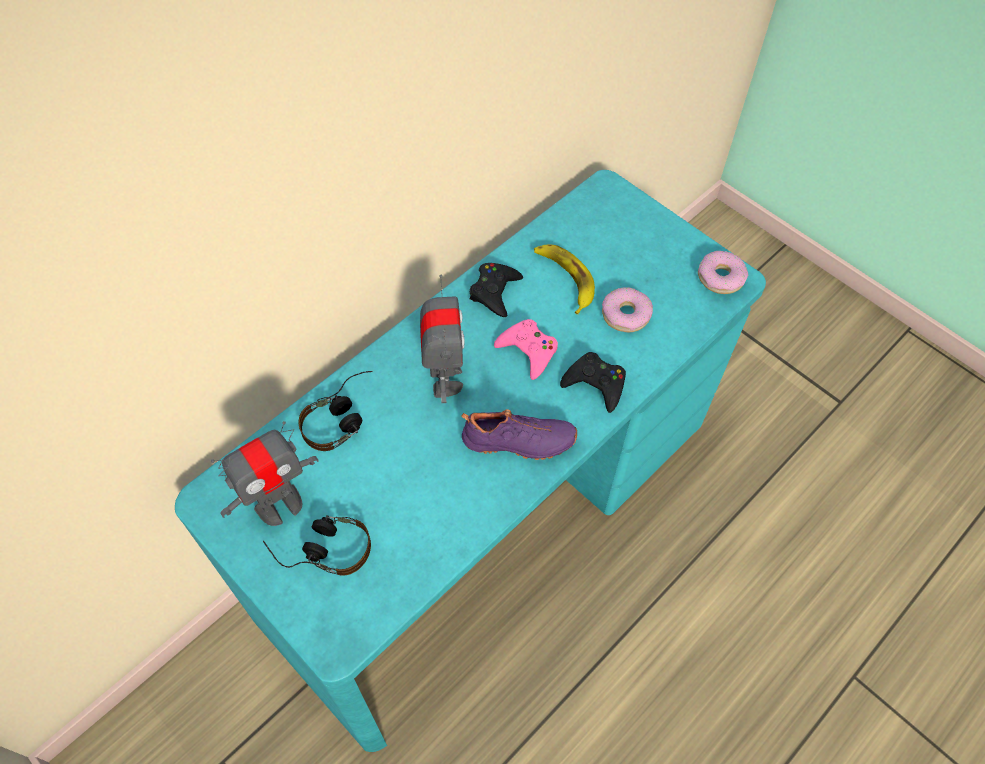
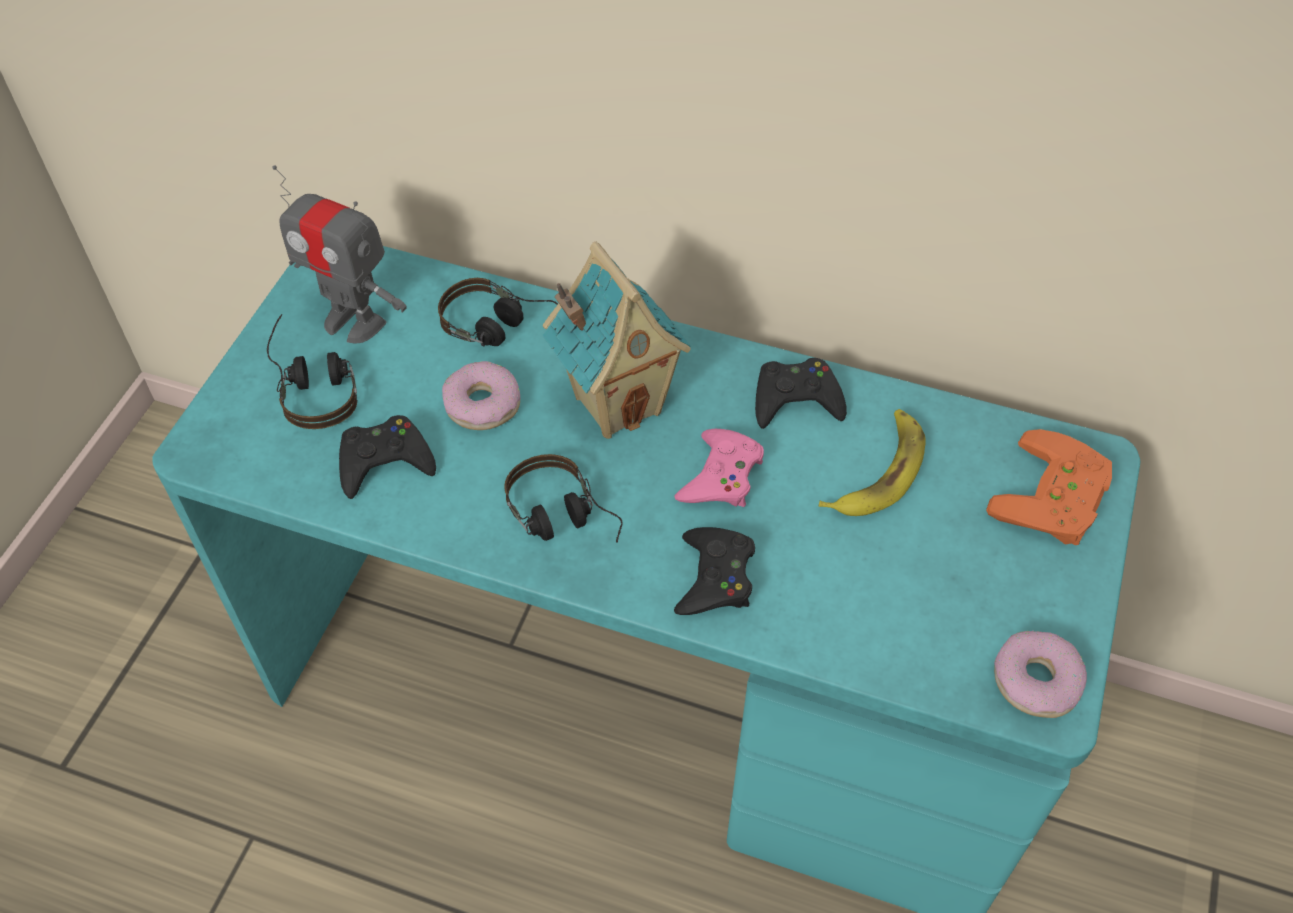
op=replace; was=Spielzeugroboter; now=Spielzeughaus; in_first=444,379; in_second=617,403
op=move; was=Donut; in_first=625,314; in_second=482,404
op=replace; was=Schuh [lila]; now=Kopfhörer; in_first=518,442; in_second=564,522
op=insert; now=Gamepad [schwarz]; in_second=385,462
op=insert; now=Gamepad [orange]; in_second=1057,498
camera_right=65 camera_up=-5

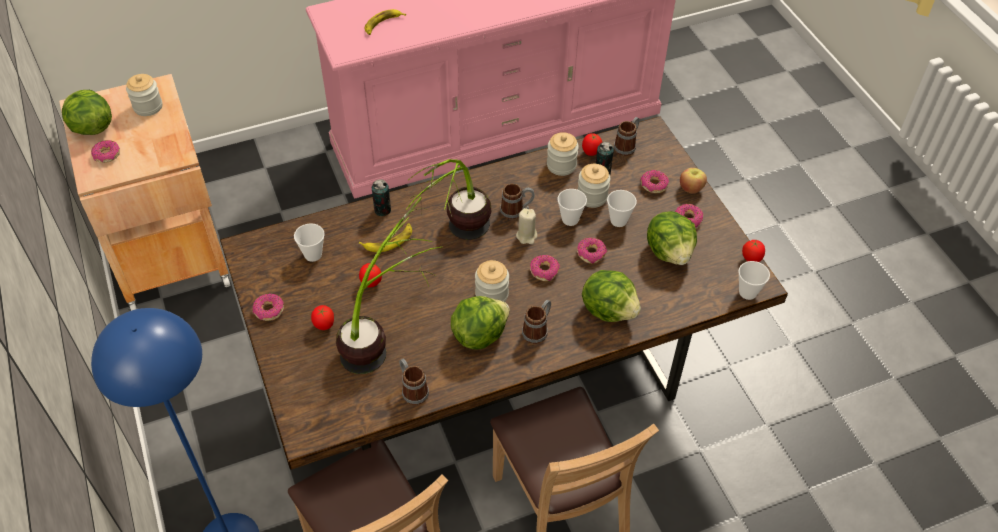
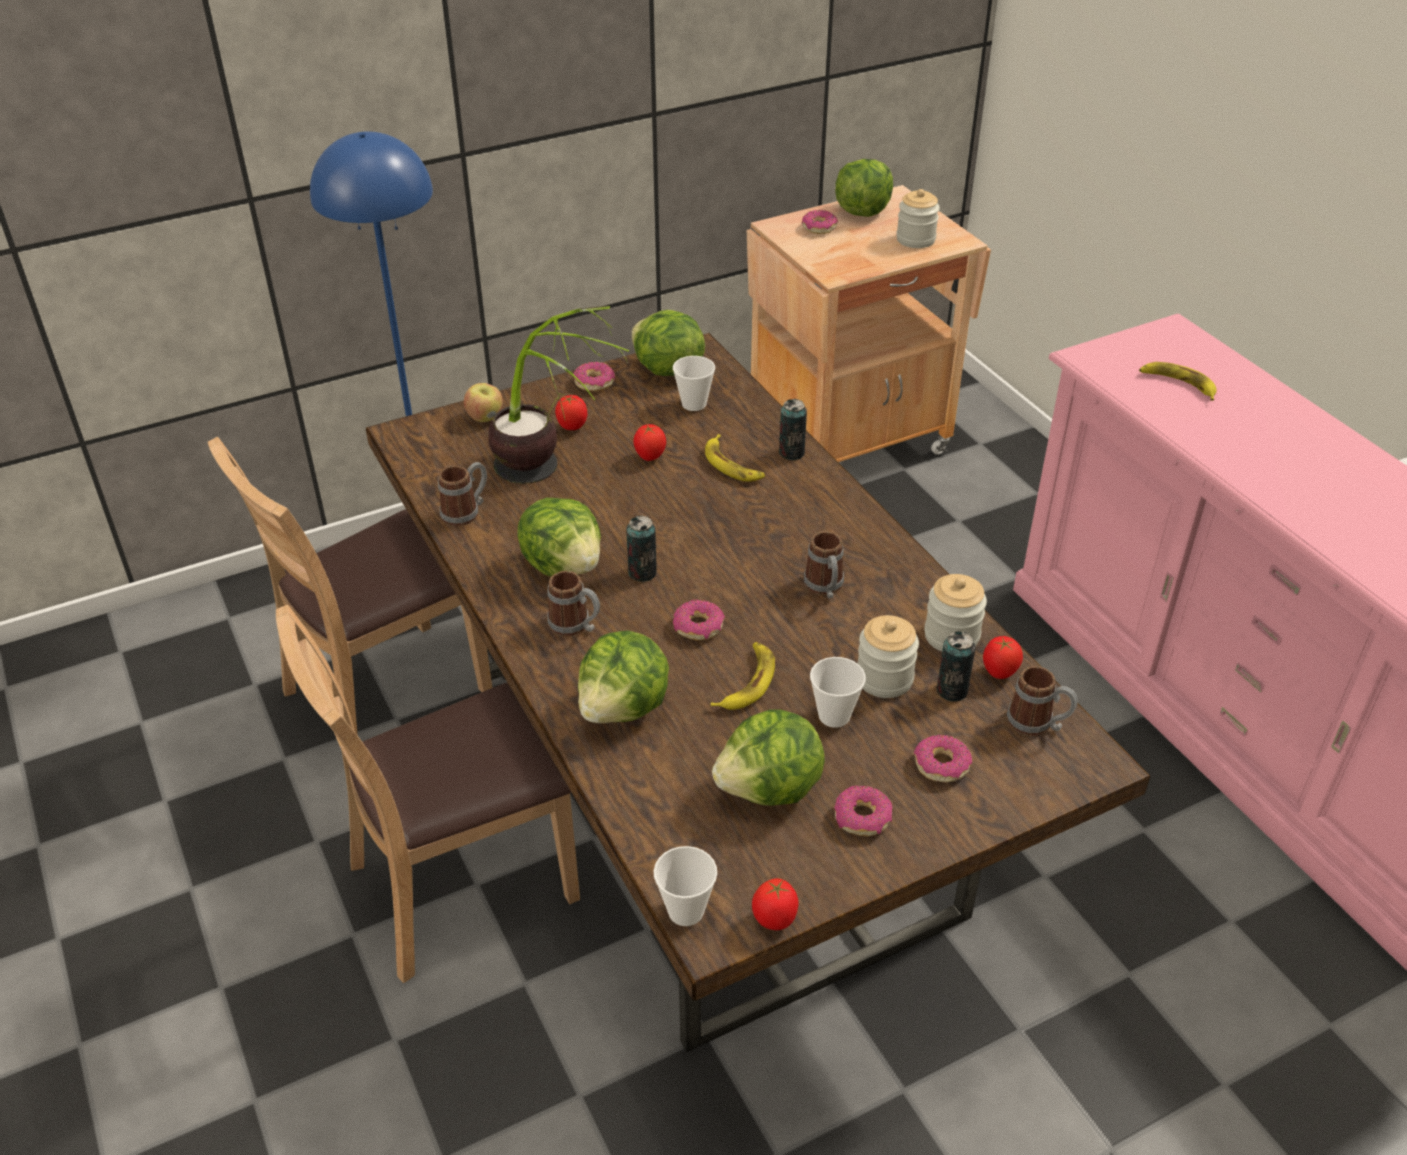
op=delete; was=Topfpflanze; in_first=456,241
op=move; was=Apfel; in_first=691,188; in_second=485,417
op=delete; was=Tasse; in_first=570,219
op=delete; was=Kerze [beige]; in_first=526,236
op=replace; was=Donut; now=Banane; in_first=591,253; in_second=747,682
op=replace; was=Vorratsglas; now=Dose; in_first=491,294; in_second=642,572
op=insert; now=Salatkopf; in_second=667,370
camera_right=85 camera_up=-10

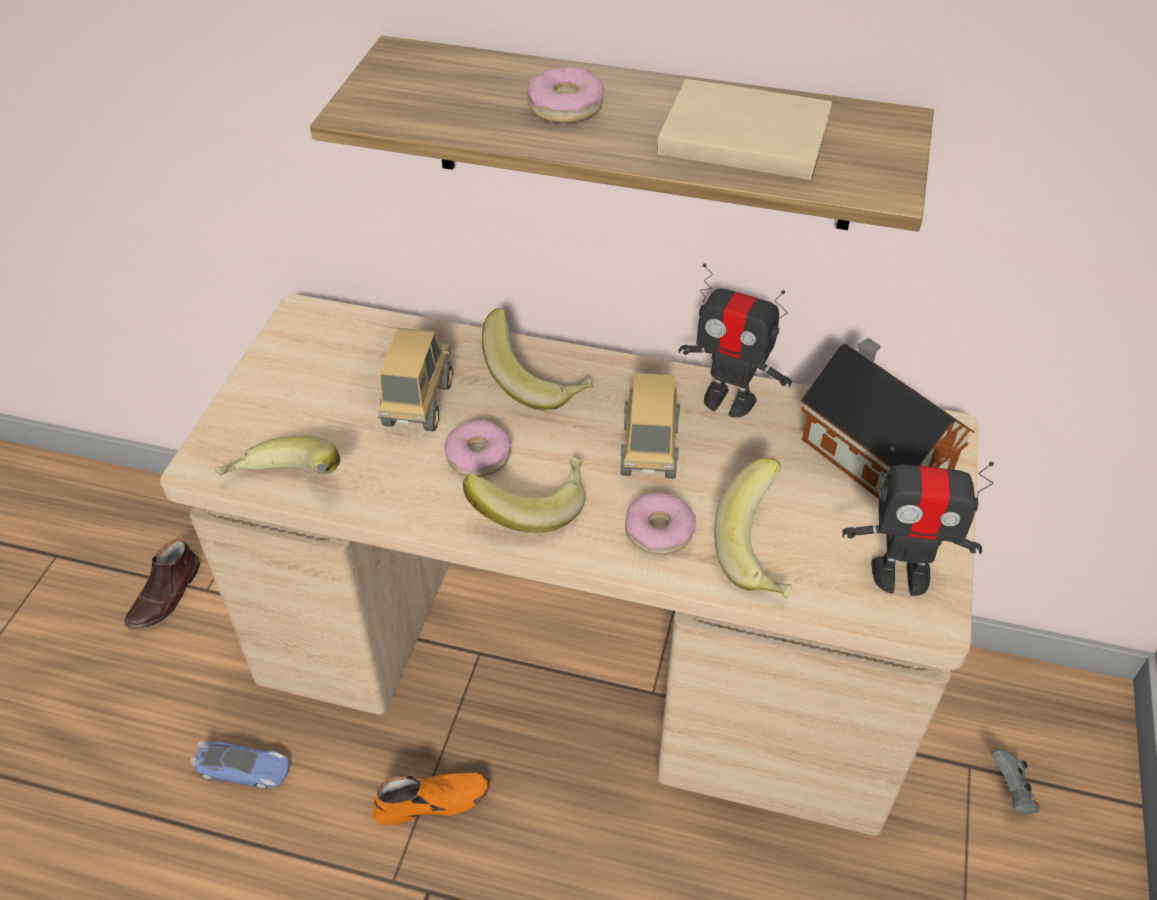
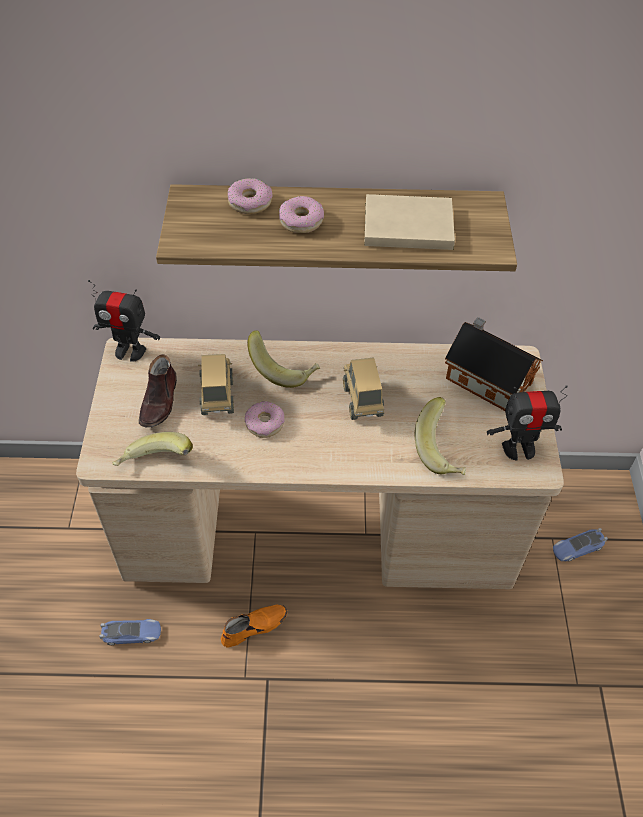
op=move; was=Spielzeugroboter; in_first=729,400; in_second=130,351
op=delete; was=Banane; in_first=530,506
op=move; was=Donut; in_first=659,531; in_second=250,202
op=move; was=Schuh [braun]; in_first=166,595; in_second=160,401
op=replace; was=Gamepad [grau]; now=Spielzeugauto; in_first=1011,792; in_second=577,548
camera_right=-15 camera_up=5

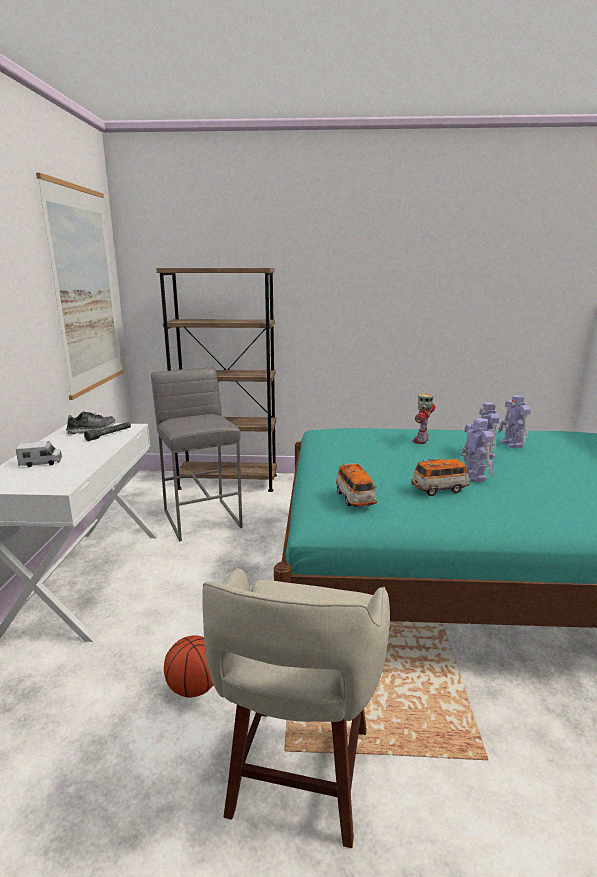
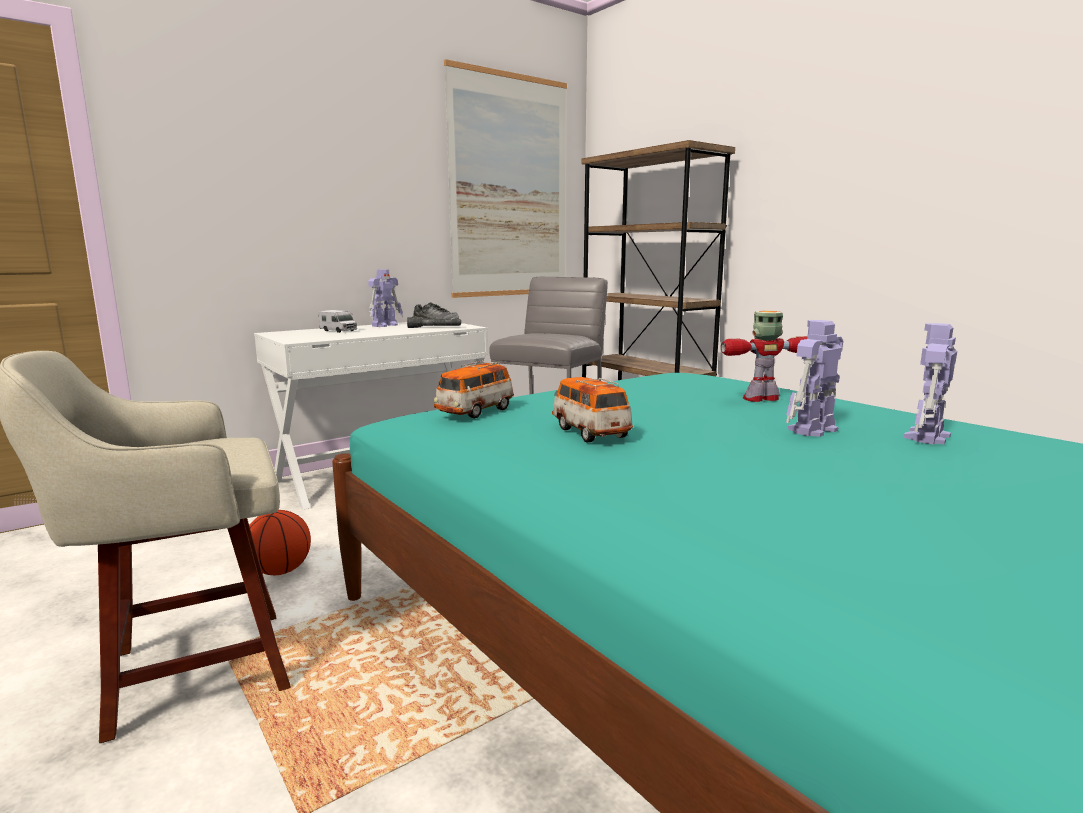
op=move; was=Spielzeugroboter; in_first=473,476; in_second=385,325
op=rotate; was=Spielzeugauto; in_first=439,489; in_second=590,432; clockwise=-150
camera_right=50 camera_up=-5

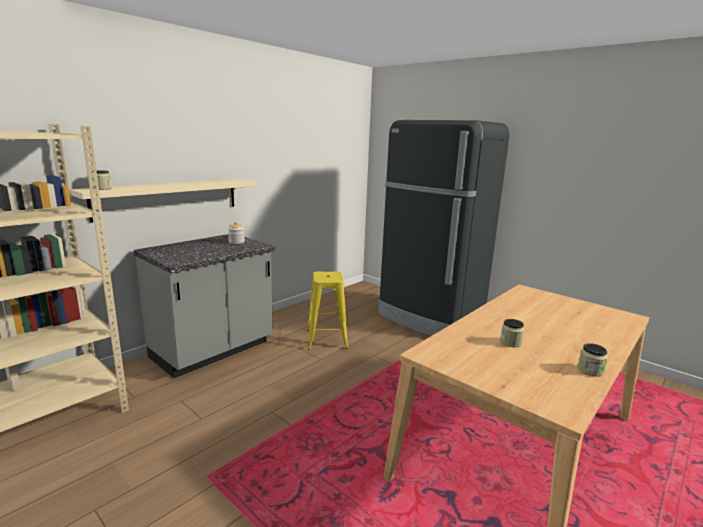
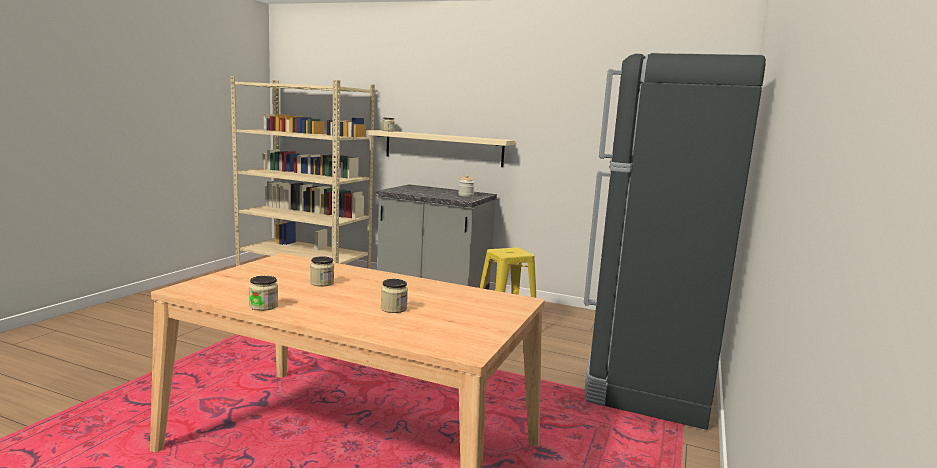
op=insert; now=Vorratsglas; in_second=393,309
camera_right=70 camera_up=-5

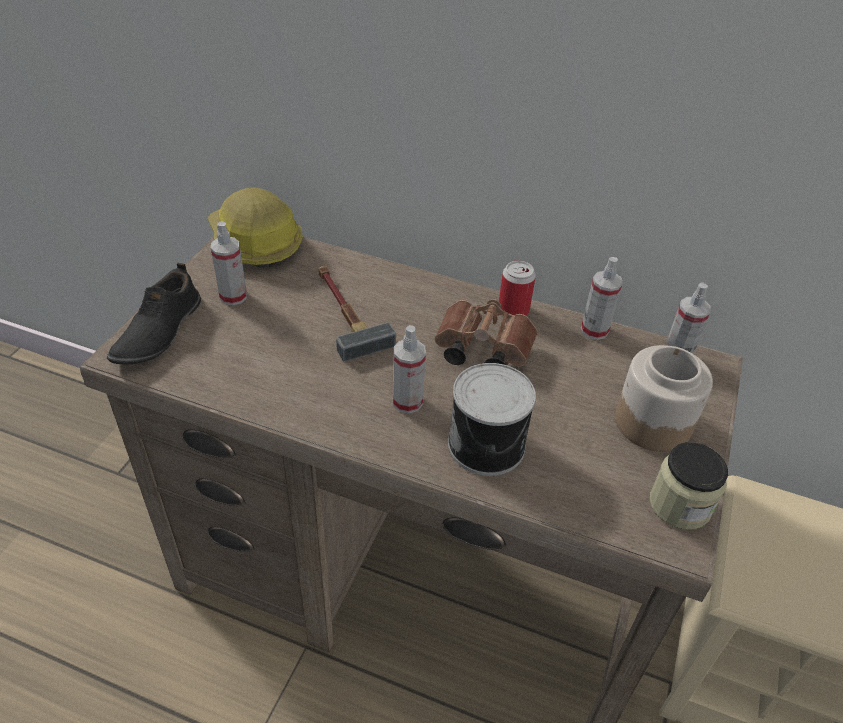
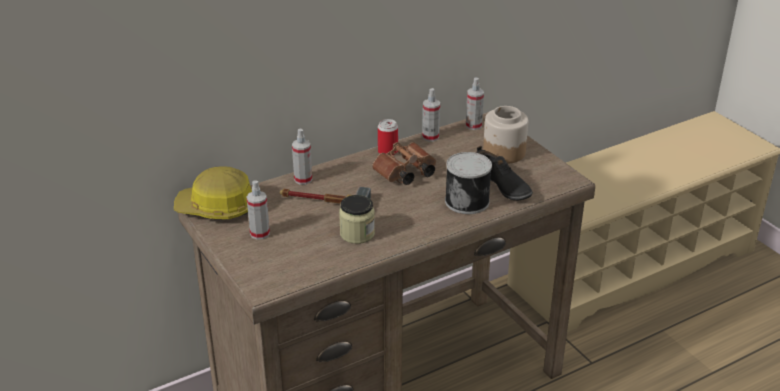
op=move; was=Schuh [schwarz]; in_first=157,331; in_second=501,186
op=move; was=Sprühflasche; in_first=407,402; in_second=303,179
op=move; was=Vorratsglas; in_first=679,505; in_second=357,234
camera_right=-50 camera_up=-10

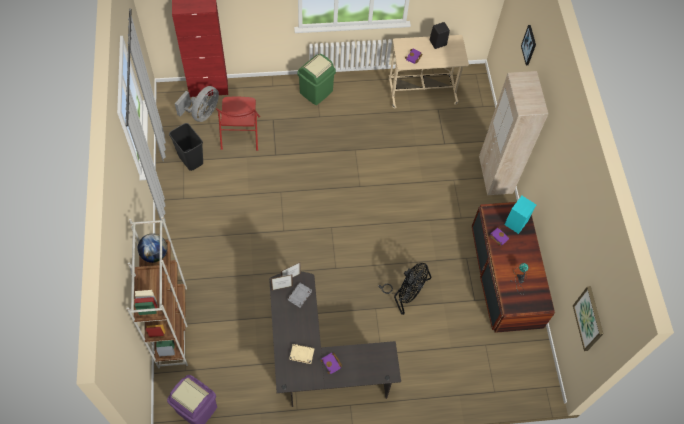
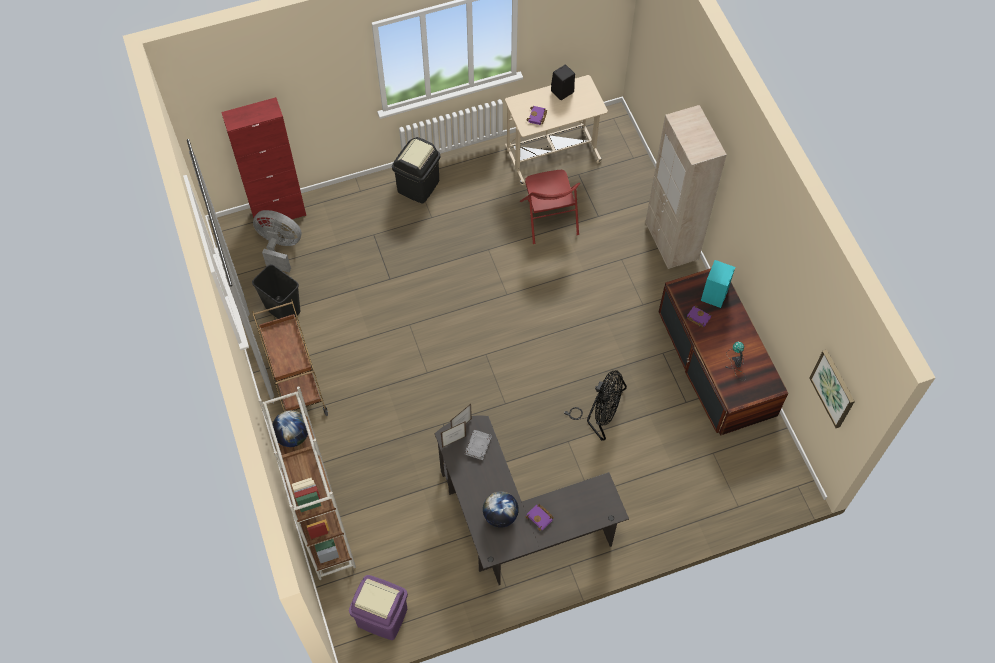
op=delete; was=Bild; in_first=529,45
op=recolor; was=Mülleimer [grün]; now=Mülleimer [schwarz]; in_first=316,92; in_second=418,186
op=rotate; was=Ventilator [grau]; in_first=202,113; in_second=280,247; clockwise=-90
op=move; was=Stuhl [rot]; in_first=240,133; in_second=549,218
op=replace; was=Buch [beige]; now=Globus; in_first=301,354; in_second=500,515
op=insert; now=Rollwagen [braun]; in_second=297,385
camera_right=-10 camera_up=0

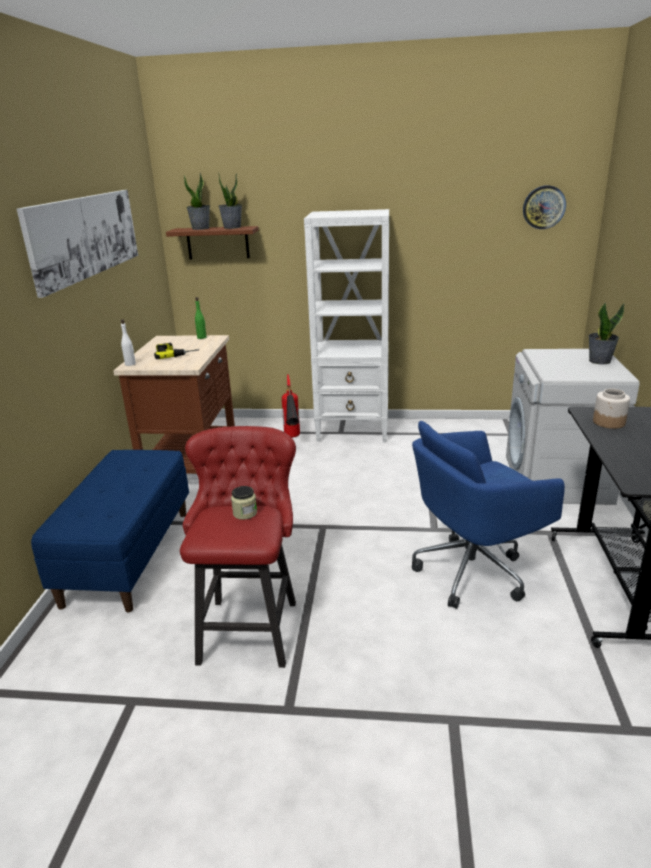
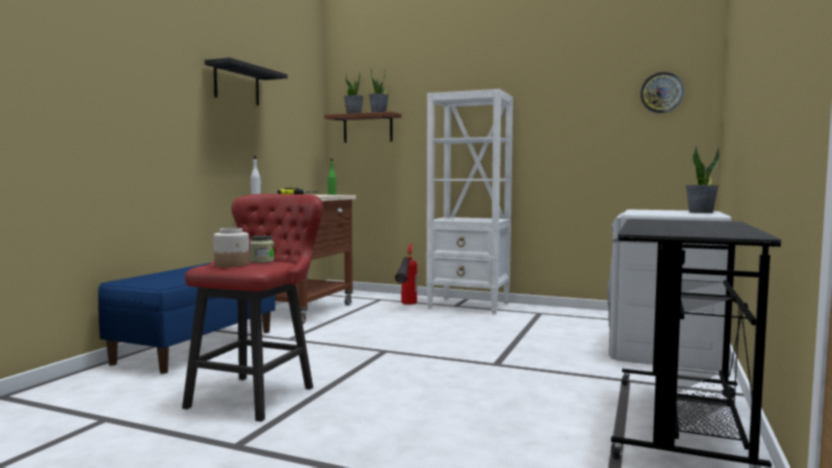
op=replace; was=Bild; now=Wandregal [schwarz]; in_first=86,236; in_second=237,85
op=move; was=Vorratsglas; in_first=609,422; in_second=232,265
op=delete; was=Bürostuhl [blau]; in_first=475,572
camera_right=15 camera_up=-20

